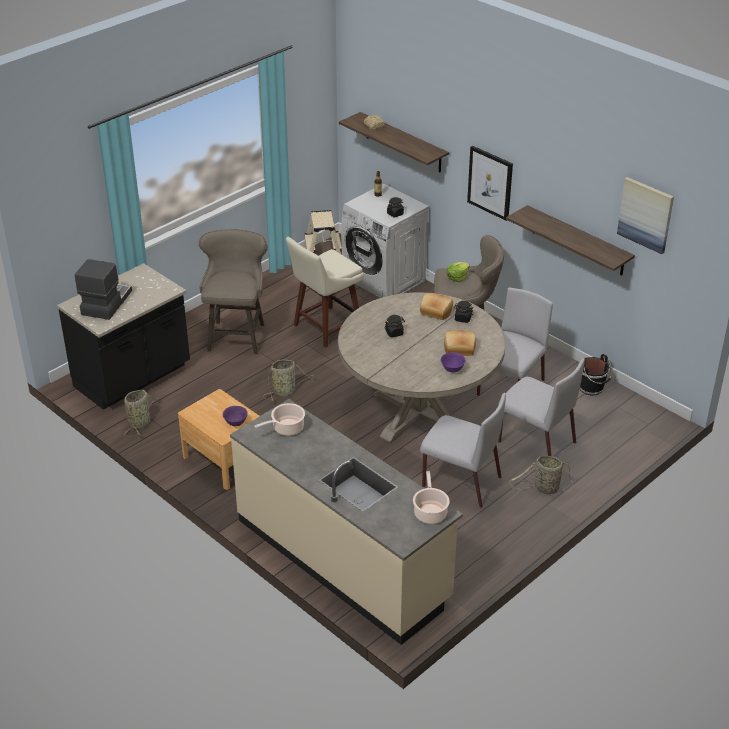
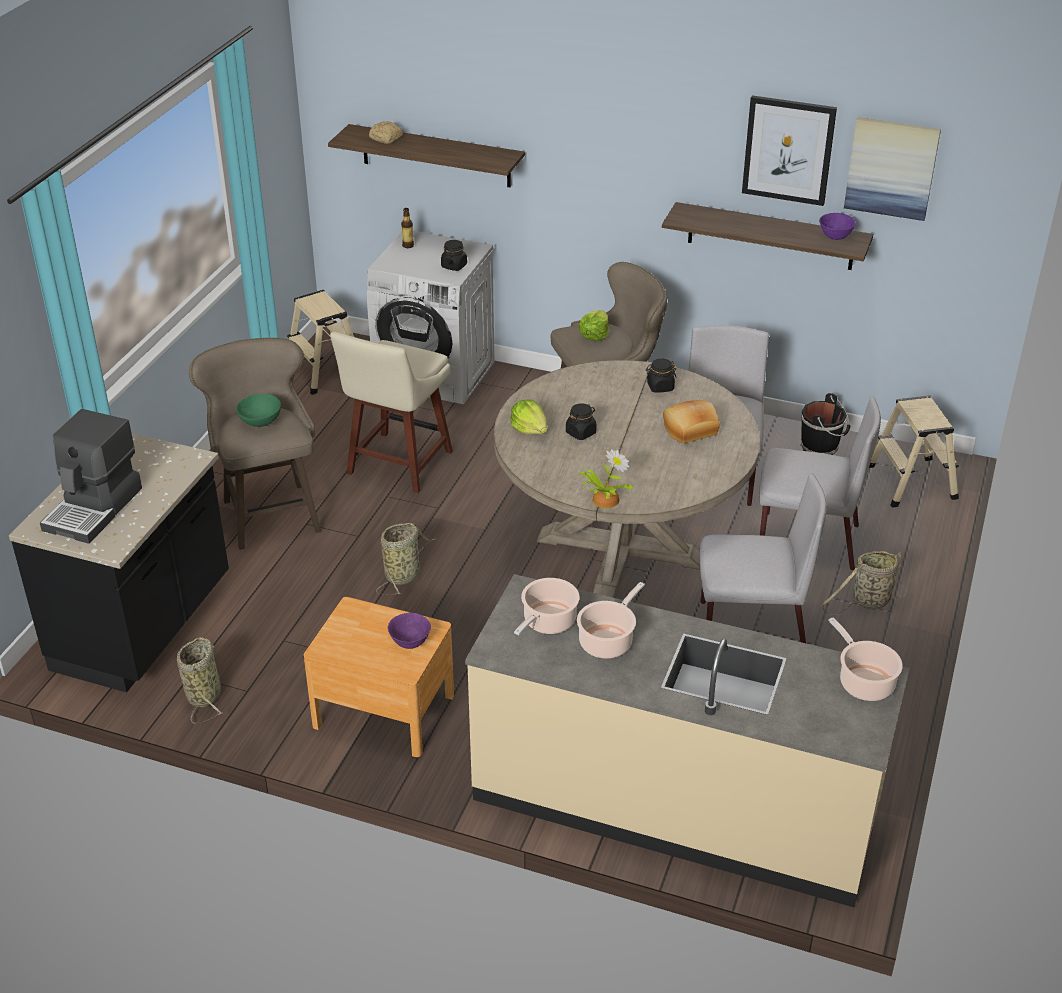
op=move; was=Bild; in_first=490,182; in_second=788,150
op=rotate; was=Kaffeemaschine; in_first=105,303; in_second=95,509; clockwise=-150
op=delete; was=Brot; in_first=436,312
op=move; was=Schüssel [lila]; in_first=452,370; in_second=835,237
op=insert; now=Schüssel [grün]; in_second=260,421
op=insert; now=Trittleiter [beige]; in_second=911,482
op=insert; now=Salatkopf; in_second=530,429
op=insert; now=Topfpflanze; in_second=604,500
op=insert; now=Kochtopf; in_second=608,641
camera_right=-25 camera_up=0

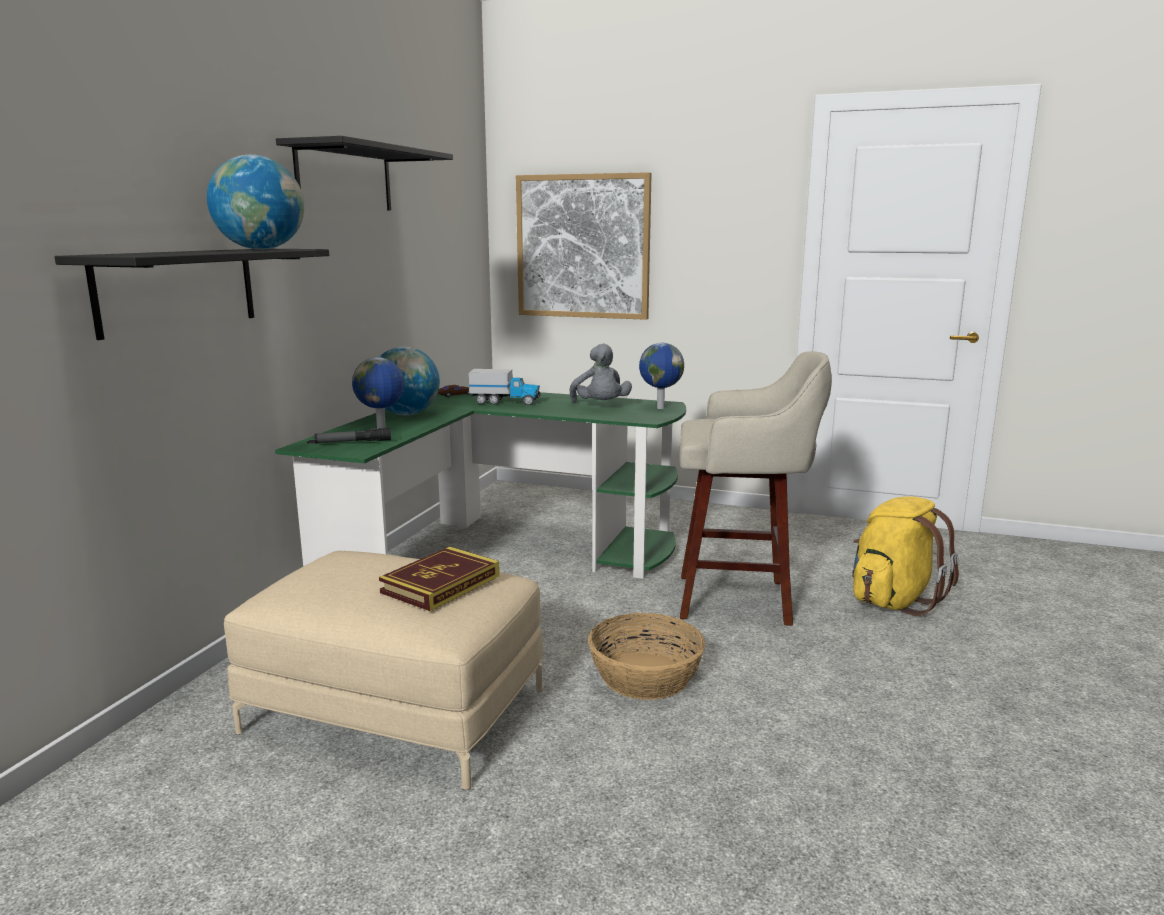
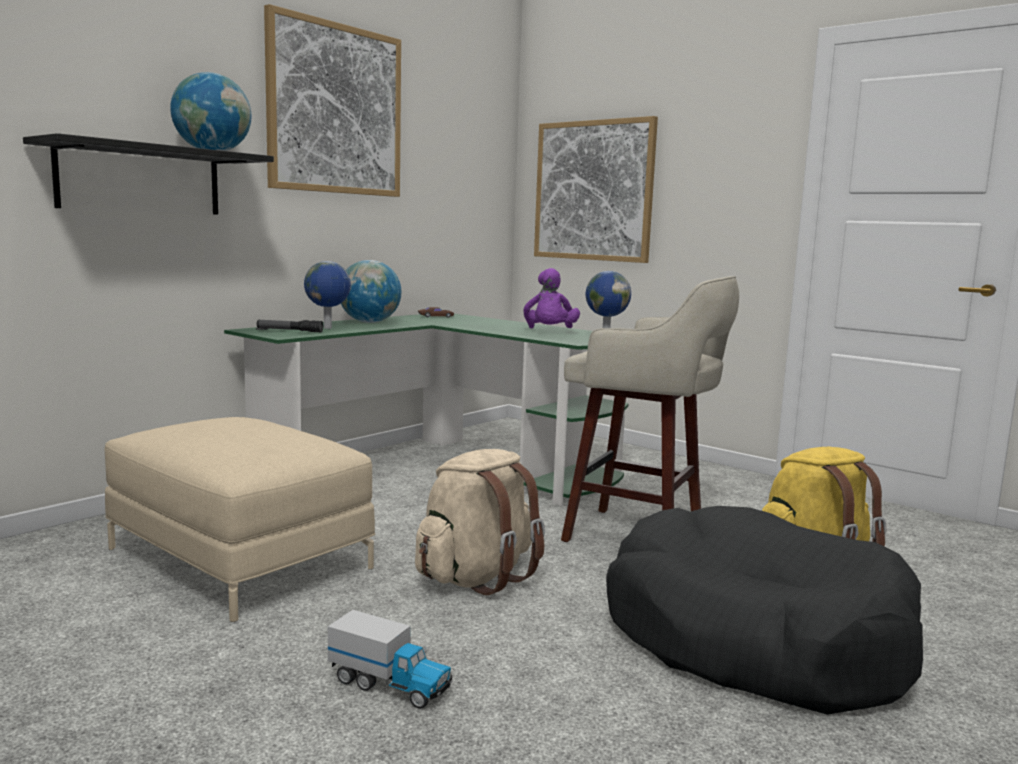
op=replace; was=Wandregal [schwarz]; now=Bild; in_first=345,178; in_second=335,110
op=recolor; was=Plüschtier [grau]; now=Plüschtier [lila]; in_first=600,407; in_second=550,332
op=move; was=Spielzeuglaster; in_first=505,402; in_second=390,685
op=delete; was=Buch; in_first=441,584
op=replace; was=Korb; now=Rucksack [beige]; in_first=646,677; in_second=477,577
op=insert; now=Hundebett [schwarz]; in_second=754,638
camera_right=20 camera_up=-5

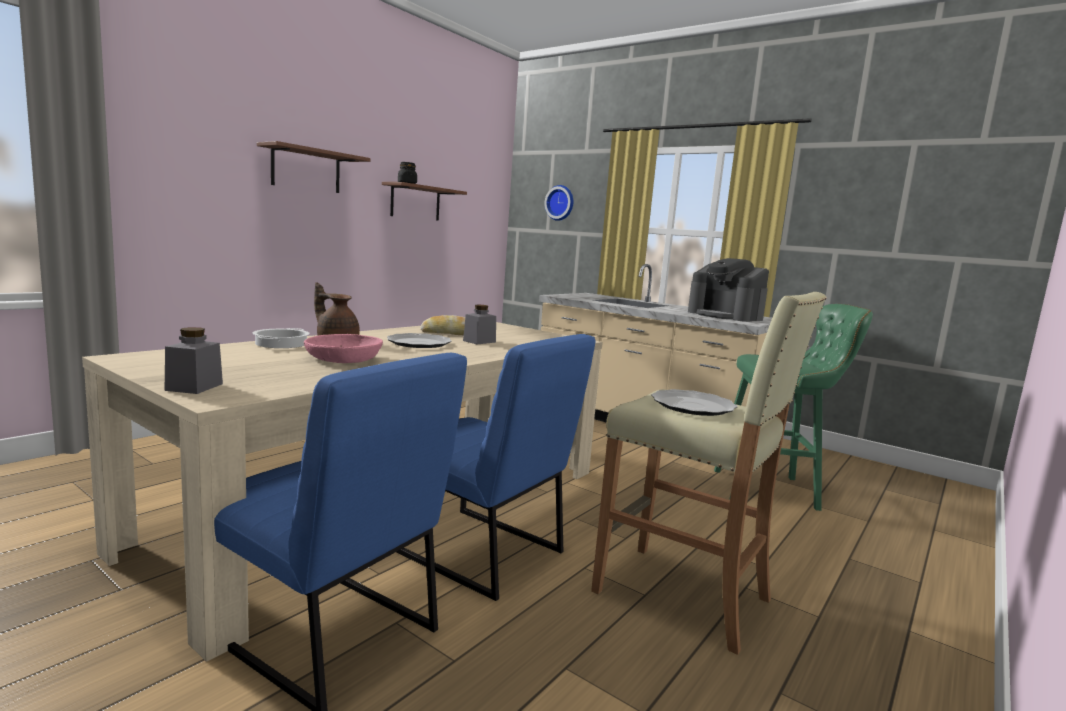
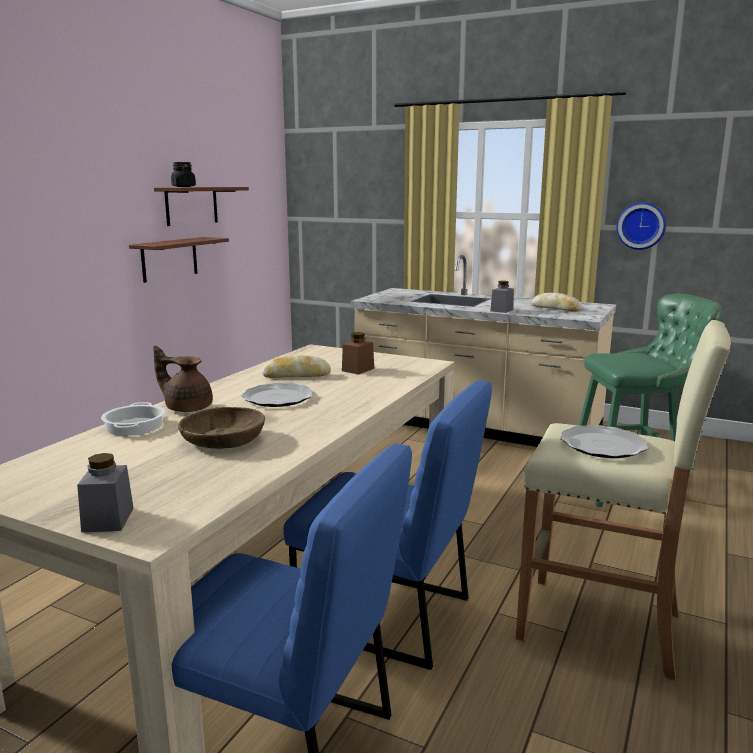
op=move; was=Wandregal [braun]; in_first=306,170; in_second=169,259
op=move; was=Wanduhr; in_first=560,203; in_second=641,225
op=replace; was=Kaffeemaschine; now=Brot; in_first=725,316; in_second=556,308
op=move; was=Vorratsglas [grau]; in_first=479,341; in_second=501,310
op=recolor; was=Schüssel [rosa]; now=Schüssel [braun]; in_first=343,359; in_second=222,440
op=insert; now=Vorratsglas [braun]; in_second=358,369
camera_right=-10 camera_up=5

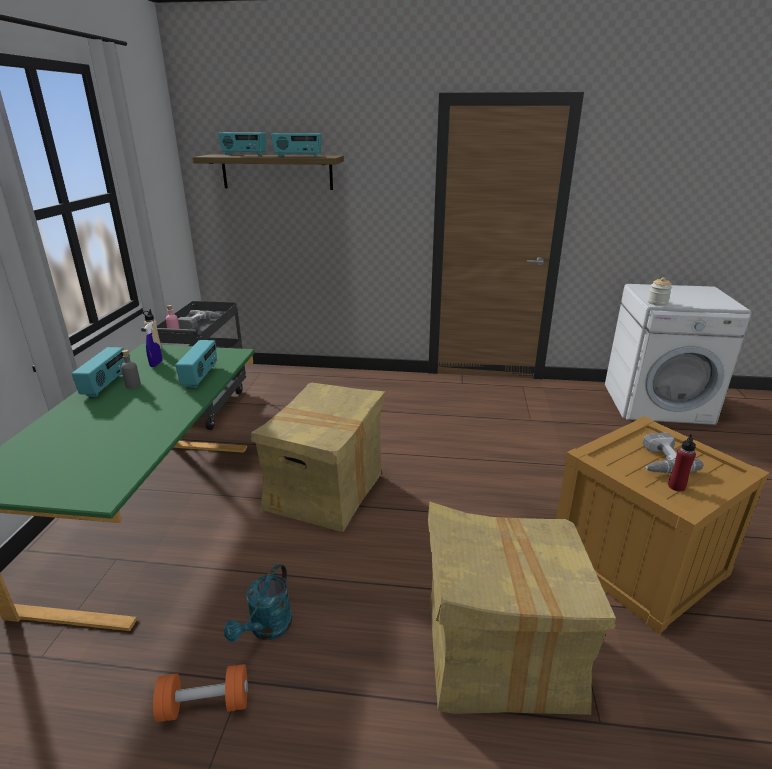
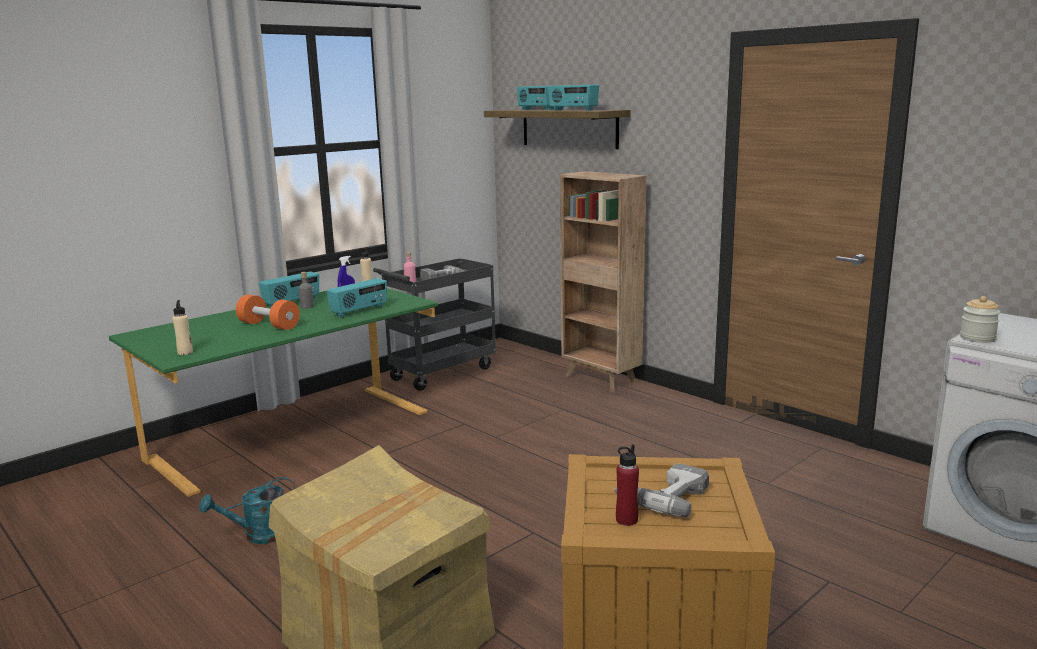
op=delete; was=Karton; in_first=325,492
op=move; was=Hantel [orange]; in_first=205,705; in_second=269,325
op=insert; now=Bücherregal [braun]; in_second=601,380
op=insert; now=Flasche [beige]; in_second=185,352
camera_right=40 camera_up=-10

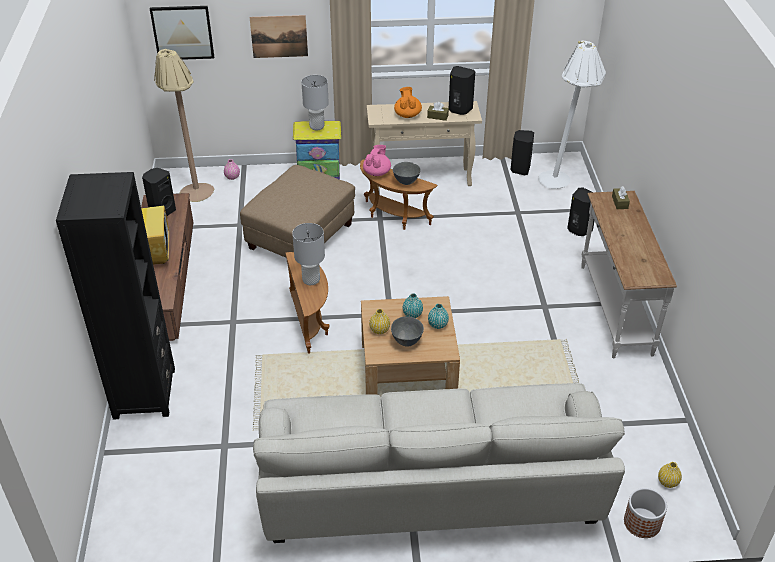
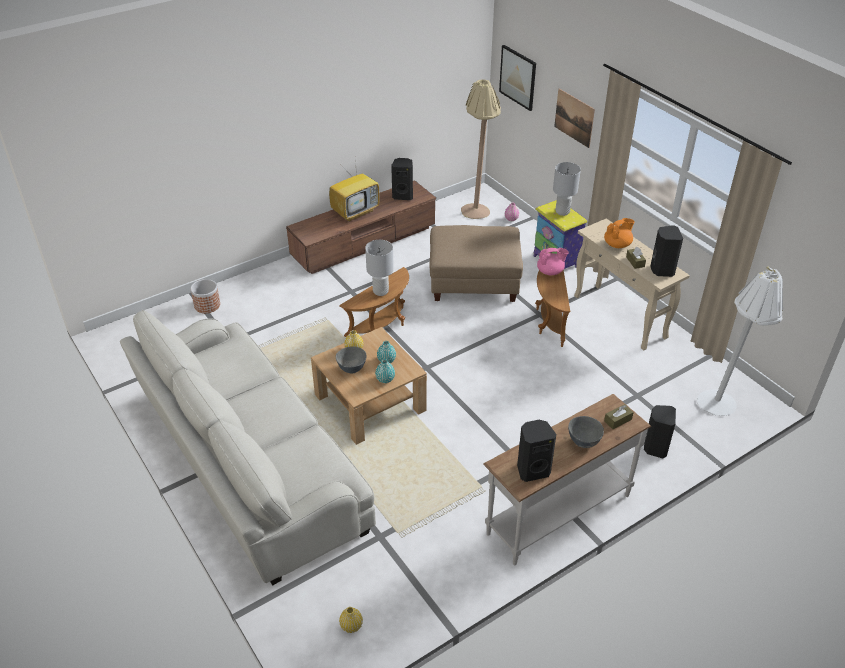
op=move; was=Lautsprecher [schwarz]; in_first=520,169; in_second=532,470
op=move; was=Schüssel [grau]; in_first=406,182; in_second=584,442
op=delete; was=Bücherregal [schwarz]; in_first=144,393
op=move; was=Pflanzkübel; in_first=641,523; in_second=207,305
camera_right=60 camera_up=0

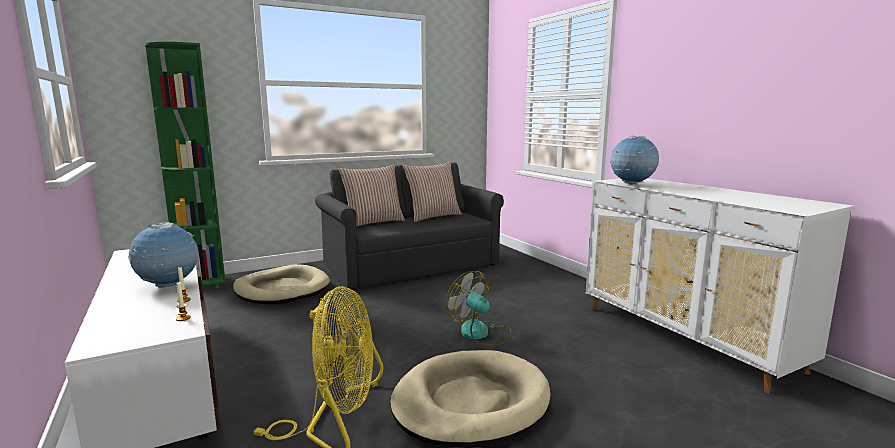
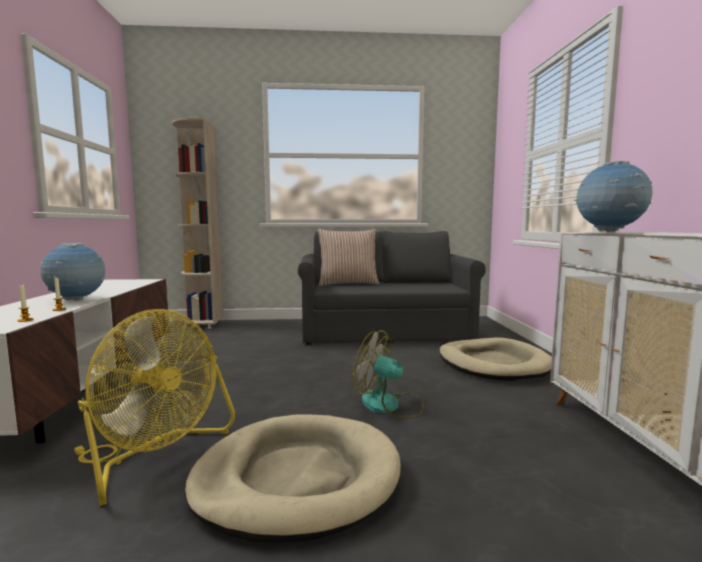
op=recolor; was=Bücherregal [grün]; now=Bücherregal [beige]; in_first=202,284; in_second=202,325
op=delete; was=Kissen; in_first=433,216
op=move; was=Hundebett [beige]; in_first=282,289; in_second=493,363
op=rotate; was=Ventilator; in_first=481,333; in_second=389,405; clockwise=-45
camera_right=25 camera_up=-5

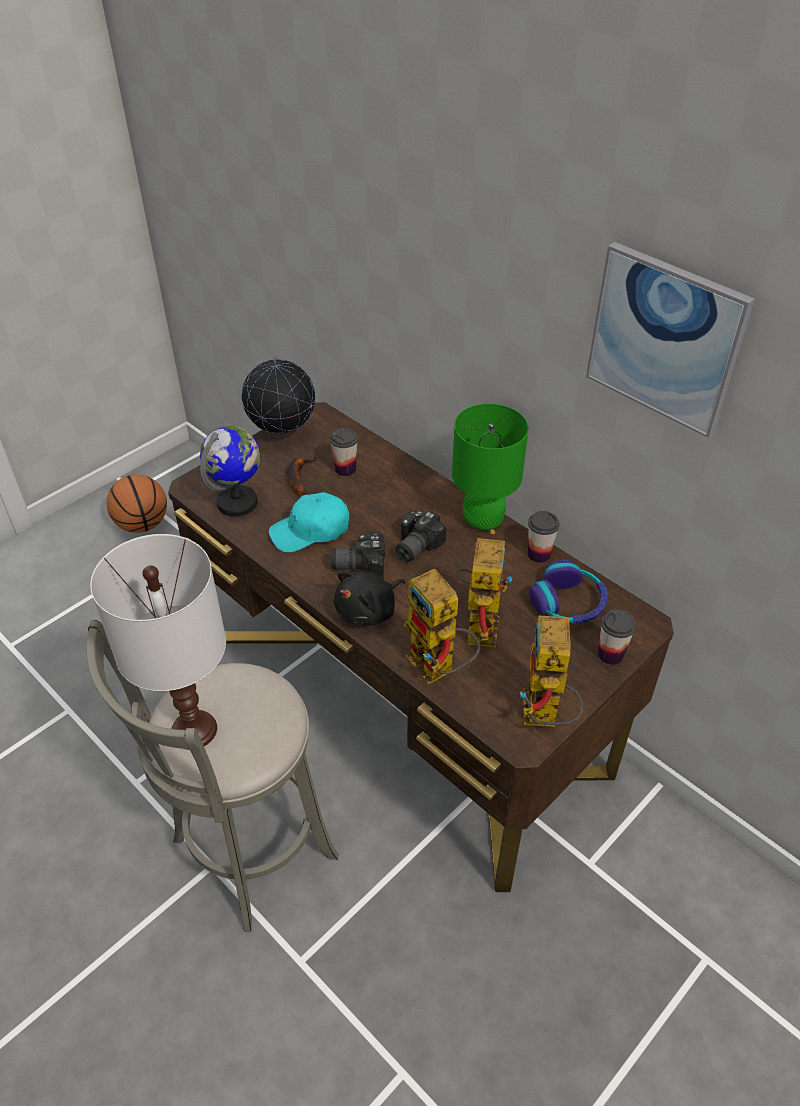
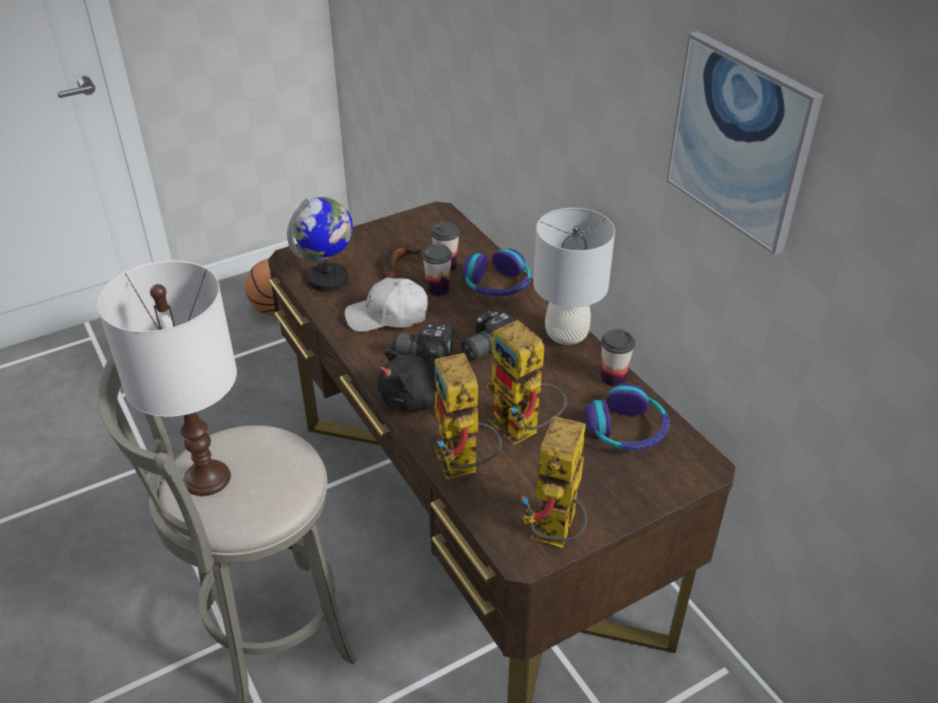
op=delete; was=Globus; in_first=282,434
op=recolor; was=Tischlampe [grün]; now=Tischlampe [grau]; in_first=482,522; in_second=565,337
op=recolor; was=Kappe [türkis]; now=Kappe [weiß]; in_first=311,531; in_second=388,316
op=rotate; was=Spielzeugroboter; in_first=479,622; in_second=523,430; clockwise=120
op=move; was=Tasse; in_first=610,654; in_second=438,289
op=insert; now=Kopfhörer; in_second=497,284
camera_right=15 camera_up=-5

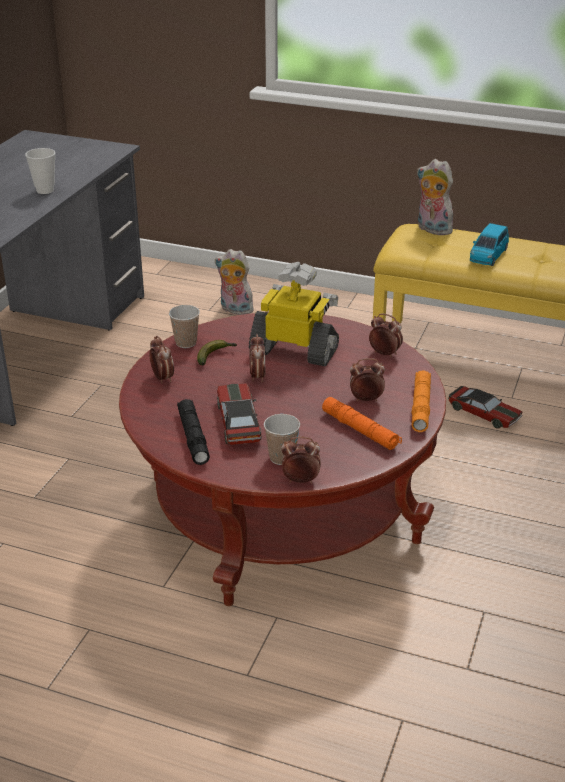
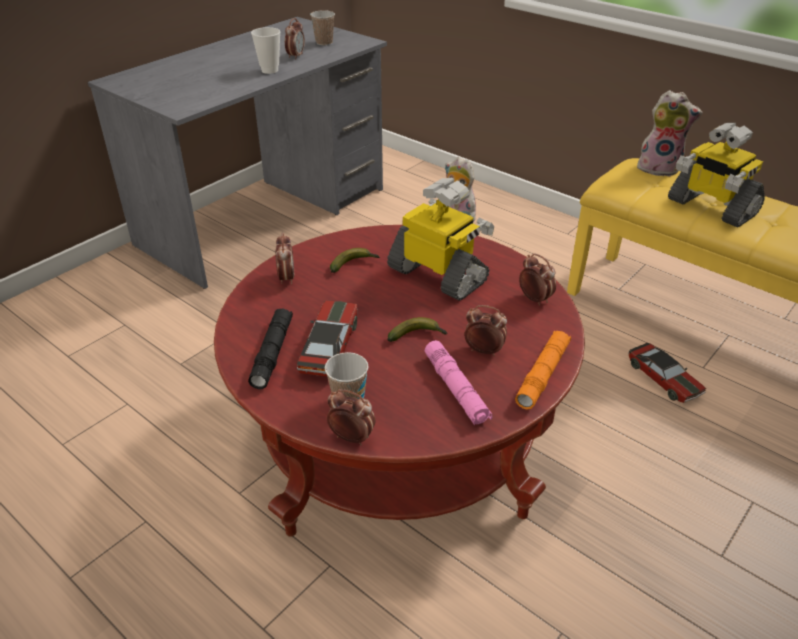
op=rotate; was=Plüschtier; in_first=431,229; in_second=659,168; clockwise=135
op=replace; was=Spielzeugauto [blau]; now=Spielzeugroboter; in_first=488,256; in_second=710,207
op=move; was=Tasse; in_first=186,343; in_second=324,43
op=move; was=Wecker; in_first=257,376; in_second=295,56
op=recolor; was=Taschenlampe [orange]; now=Taschenlampe [rosa]; in_first=360,430; in_second=456,389
op=insert; now=Banane; in_second=418,336
camera_right=20 camera_up=5

